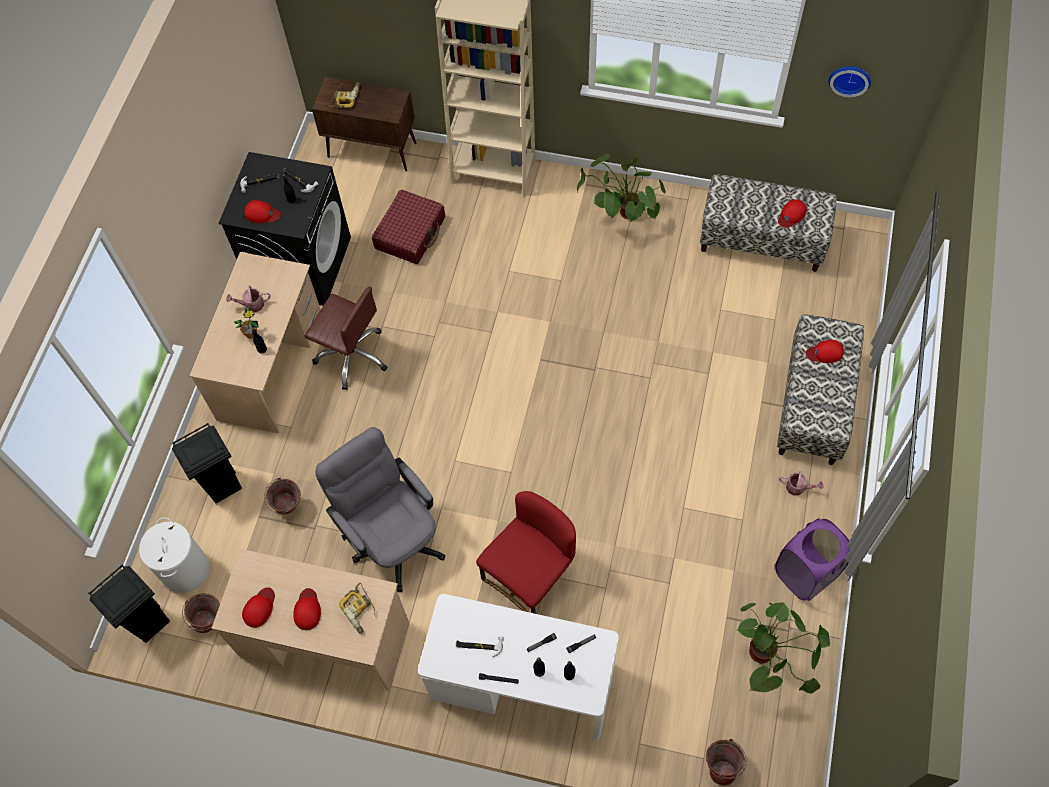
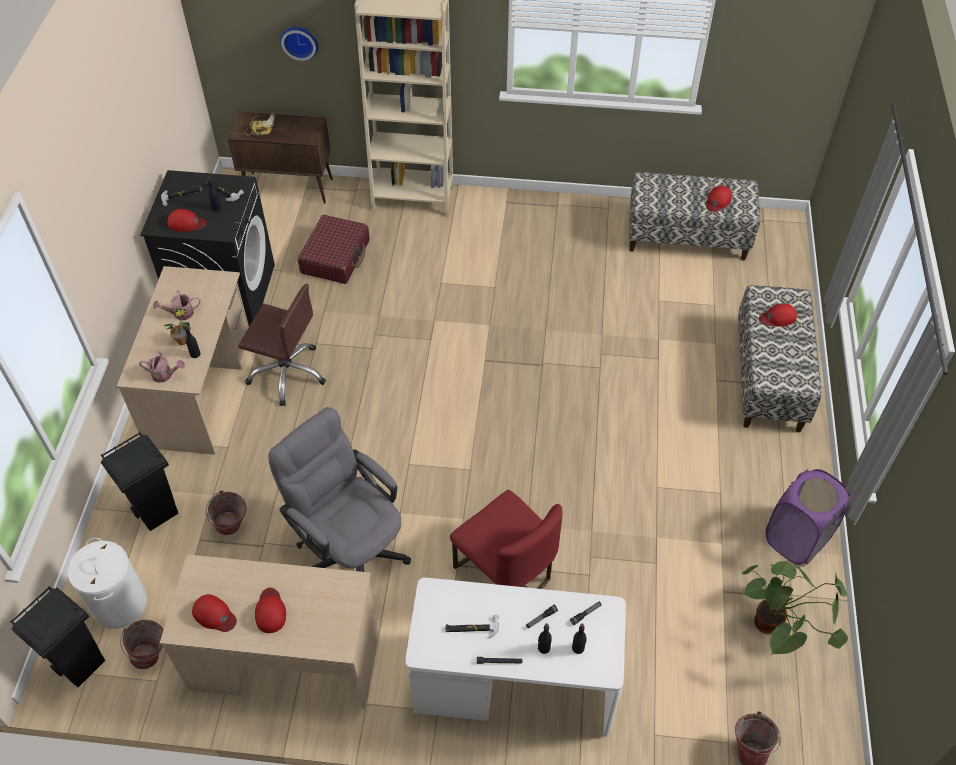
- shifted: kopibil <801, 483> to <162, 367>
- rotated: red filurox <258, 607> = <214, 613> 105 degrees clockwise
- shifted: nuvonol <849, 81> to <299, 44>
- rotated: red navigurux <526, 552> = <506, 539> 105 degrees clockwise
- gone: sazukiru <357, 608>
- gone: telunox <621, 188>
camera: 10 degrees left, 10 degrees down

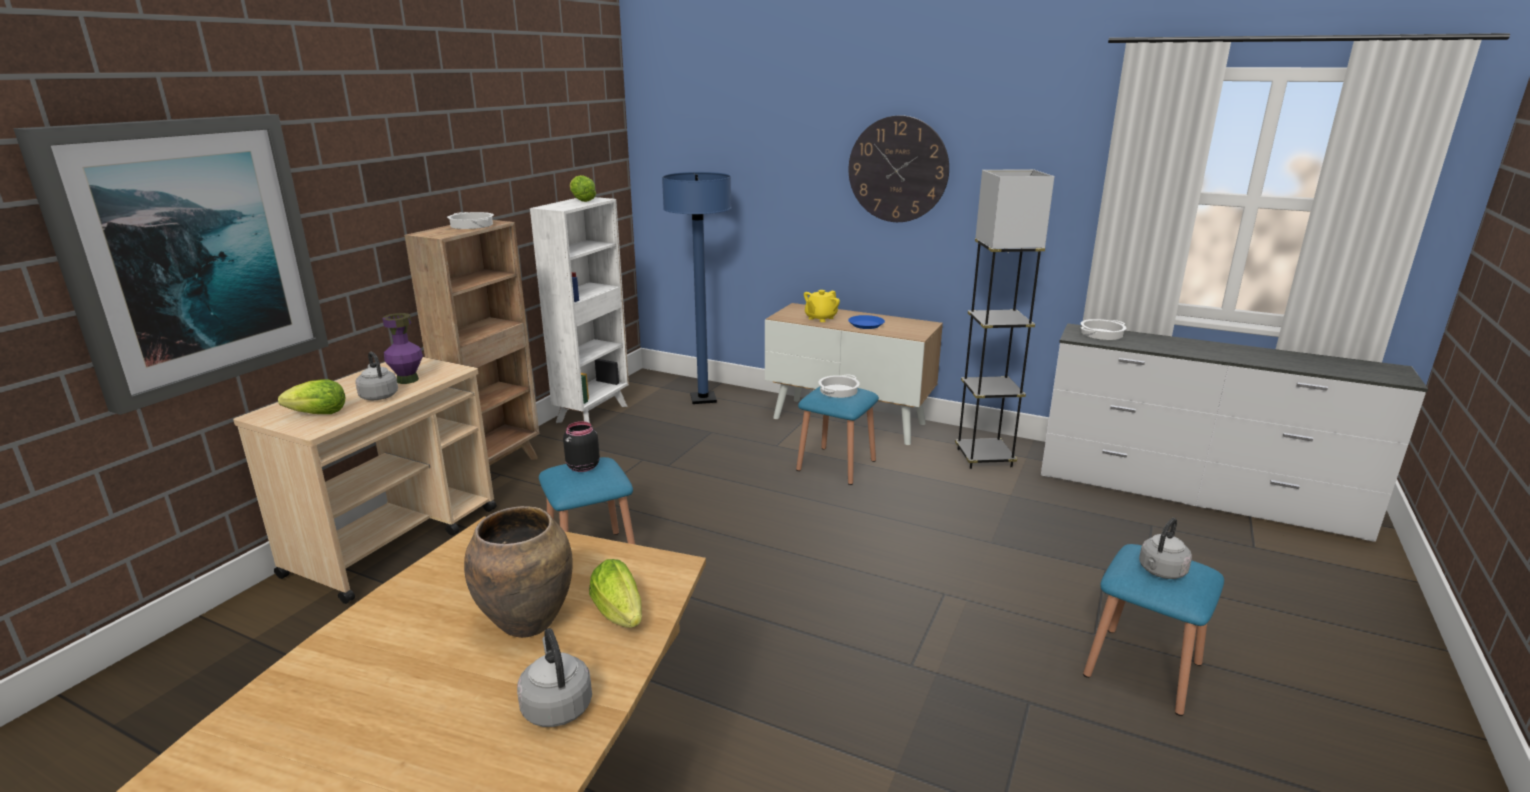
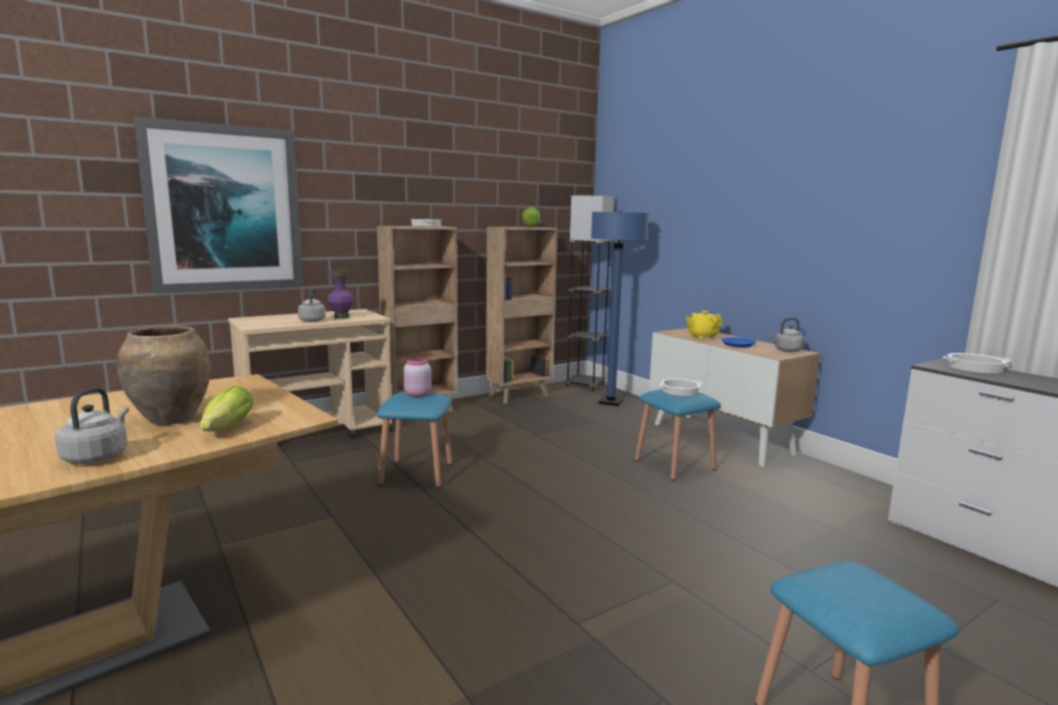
- repainted: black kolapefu <581, 446> to pink kolapefu <417, 377>
- repainted: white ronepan <579, 310> to brown ronepan <522, 315>
- shifted: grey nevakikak <1005, 319> to <589, 293>
- shifted: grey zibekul <1165, 548> to <787, 335>
- gone: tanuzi <312, 396>
- gone: nuvonol <898, 168>
camera: 30 degrees right, 10 degrees down

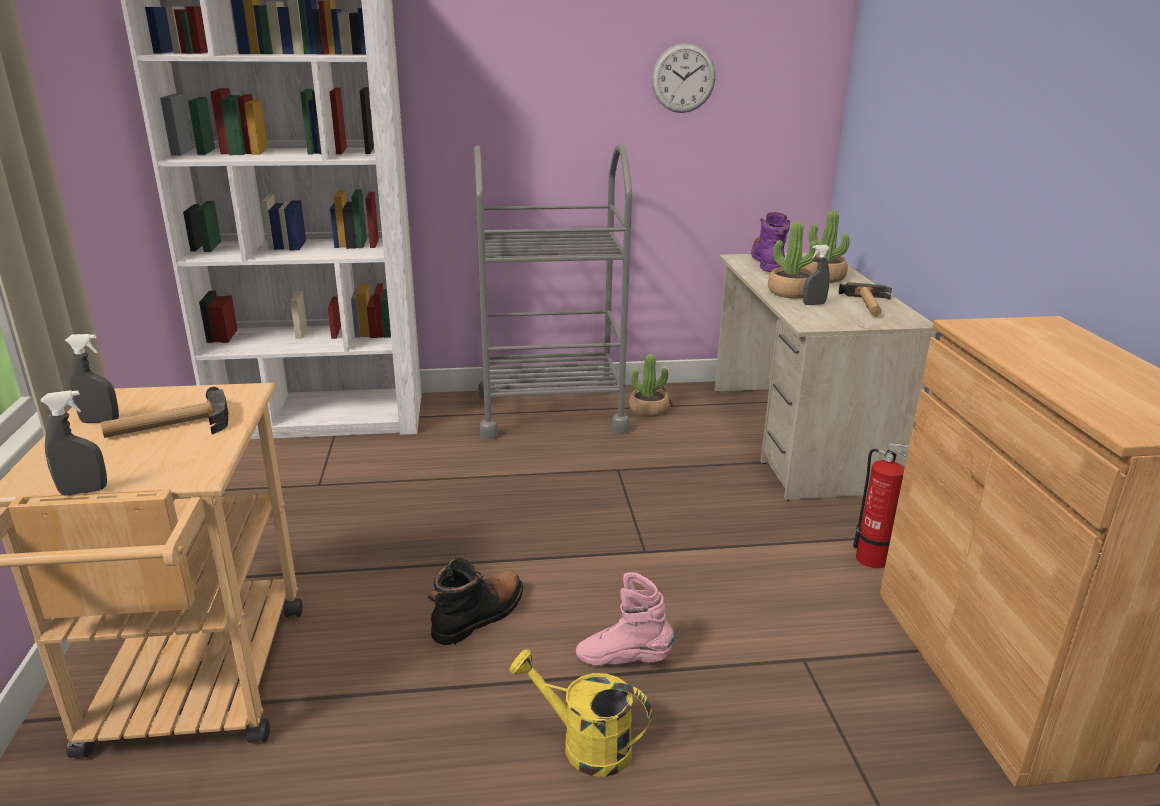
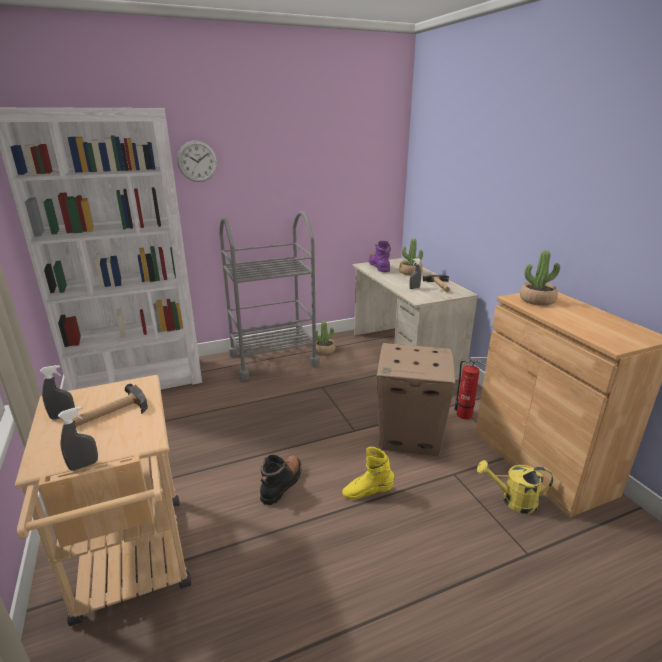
- shifted: nuvonol <683, 78> to <197, 161>
- repainted: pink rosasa <625, 619> to yellow rosasa <368, 473>
- new: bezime <415, 399>
- shifted: yellow kopibil <581, 713> to <515, 487>
- shifted: telunox <792, 260> to <540, 278>
camera: 15 degrees left, 0 degrees up

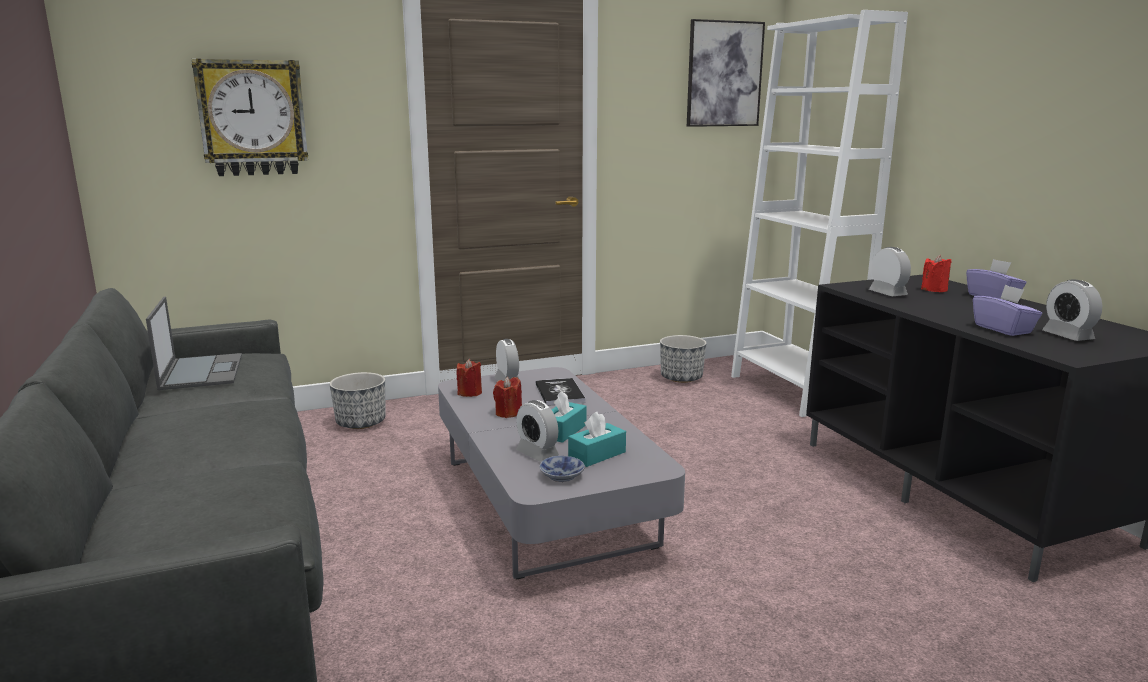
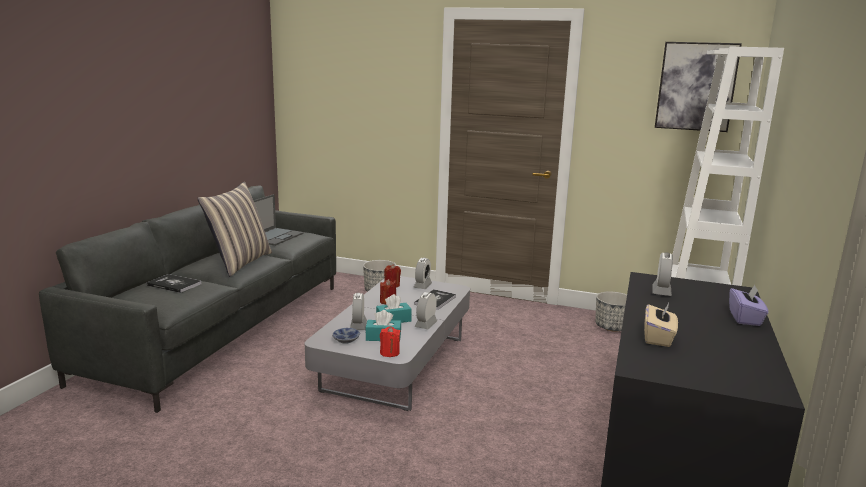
- new: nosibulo <173, 283>
- new: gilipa <234, 229>
- shifted: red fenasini <936, 273> to <390, 341>
- shifted: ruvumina <1072, 310> to <426, 310>
- repainted: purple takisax <1007, 310> to beige takisax <661, 325>
- gone: nuvonol <250, 117>
camera: 40 degrees right, 0 degrees up

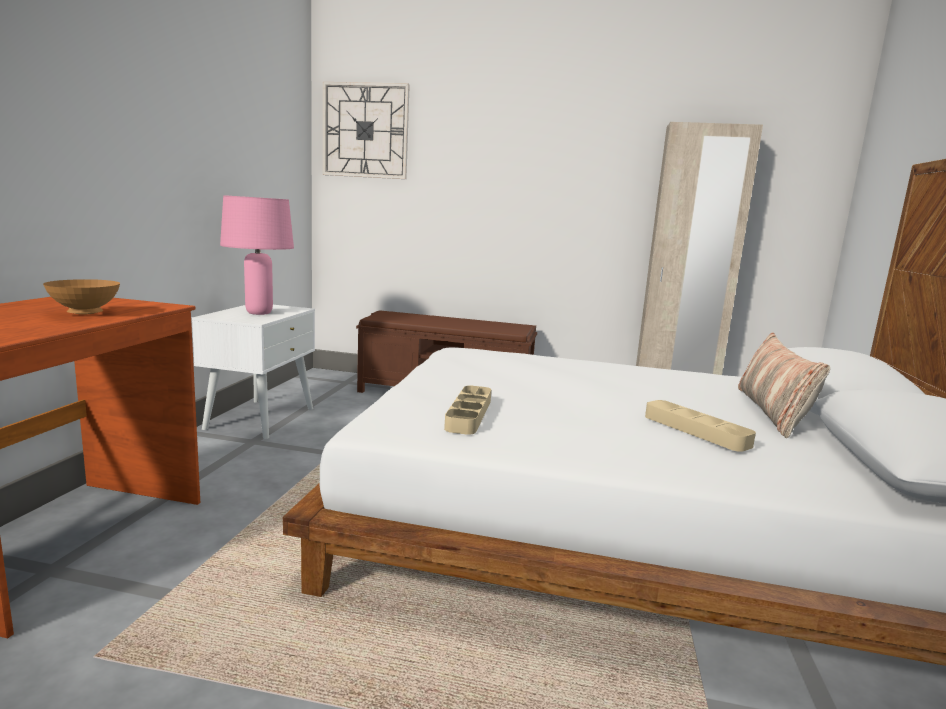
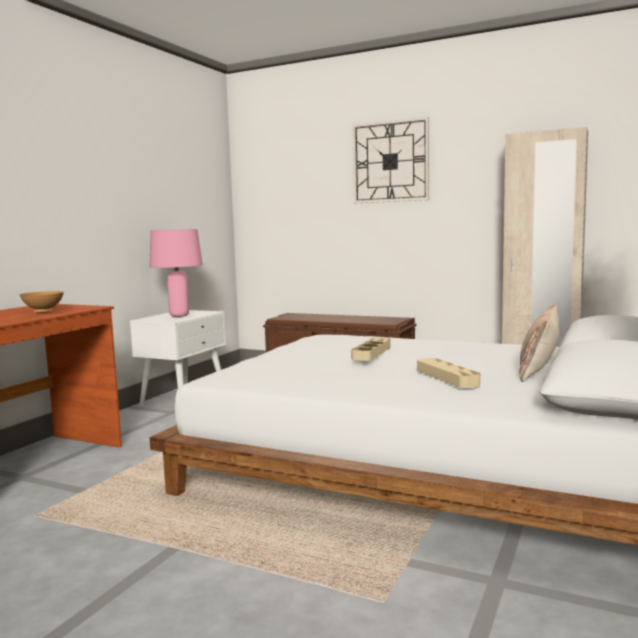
- shifted: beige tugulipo <467, 410> to <371, 349>
- shifted: nuvonol <366, 130> to <390, 160>
camera: 15 degrees right, 5 degrees down

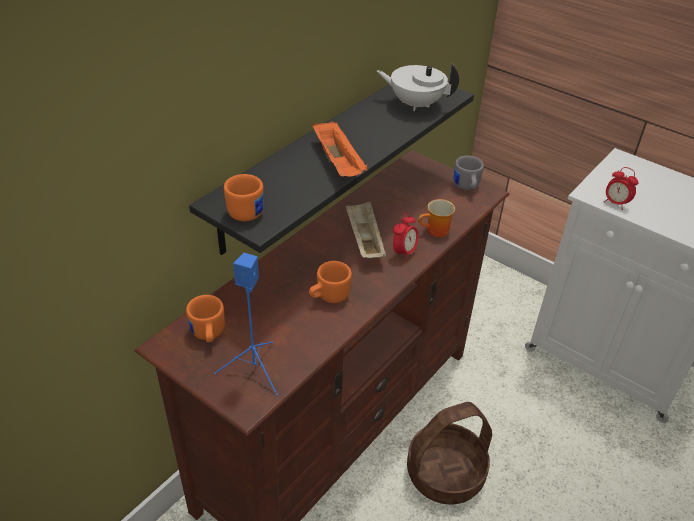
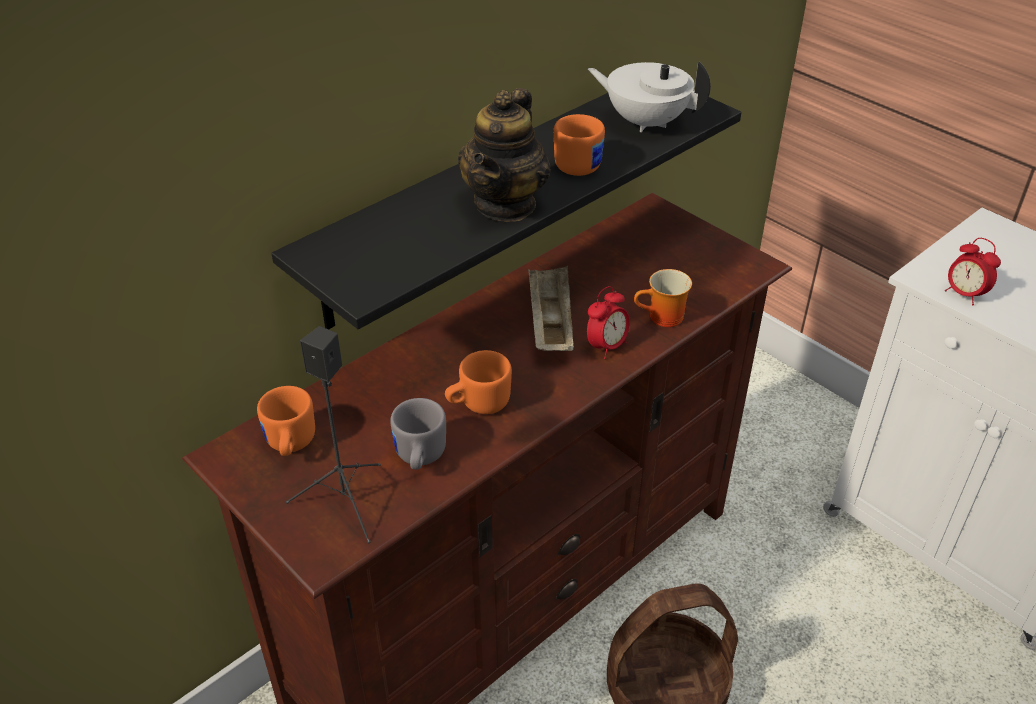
- repainted: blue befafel <246, 324> to black befafel <333, 434>
- shifted: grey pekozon <468, 173> to <418, 433>
- swapped: orange tugulipo <340, 149> to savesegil <504, 155>
- shifted: orange pekozon <244, 197> to <579, 145>
camera: 10 degrees right, 0 degrees up

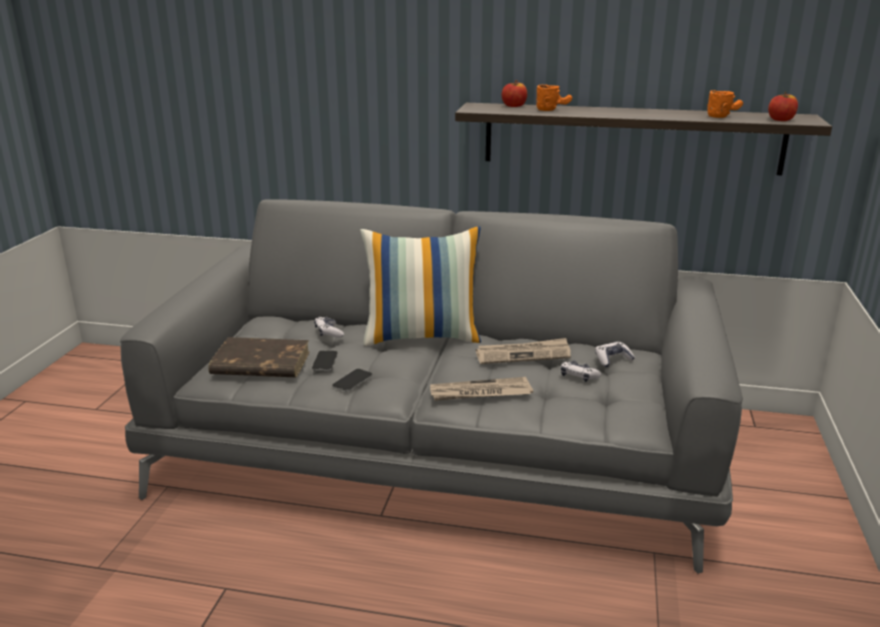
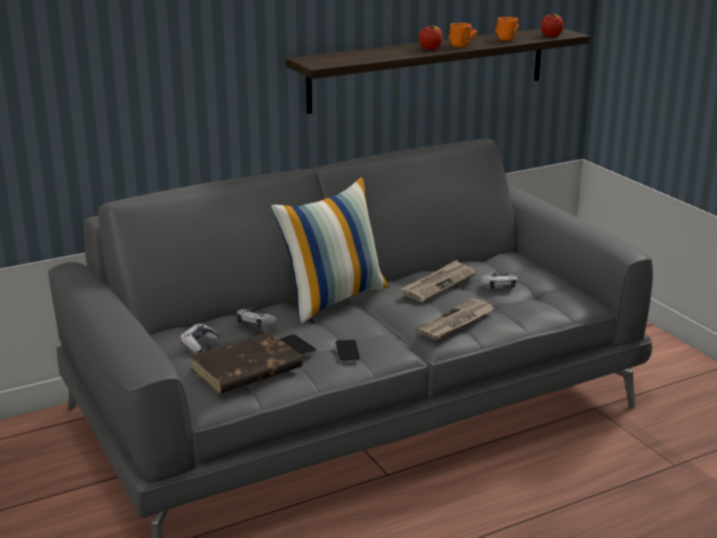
- shifted: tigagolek <615, 354> to <199, 338>
- shifted: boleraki <514, 93> to <430, 37>
- shifted: orange pekozon <554, 98> to <462, 35>
camera: 40 degrees left, 0 degrees up

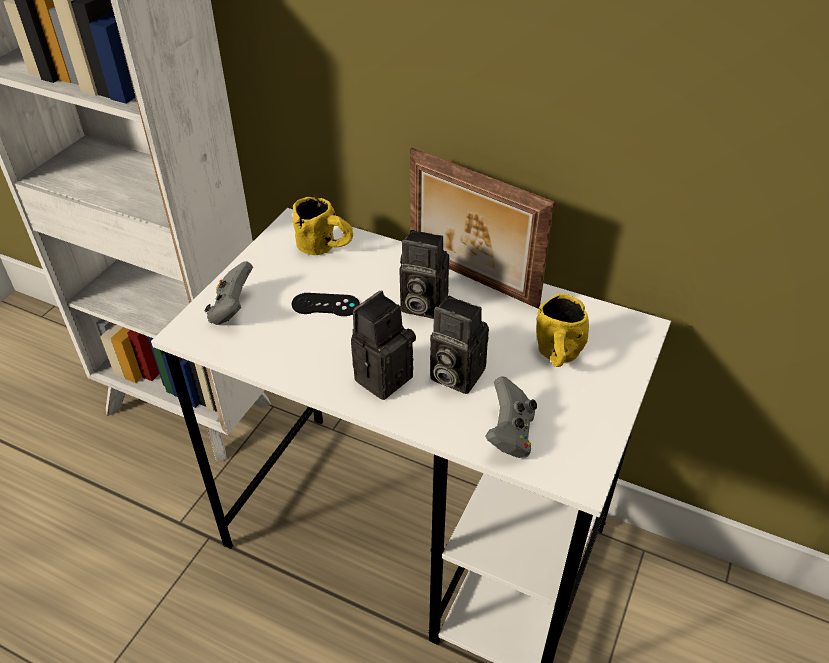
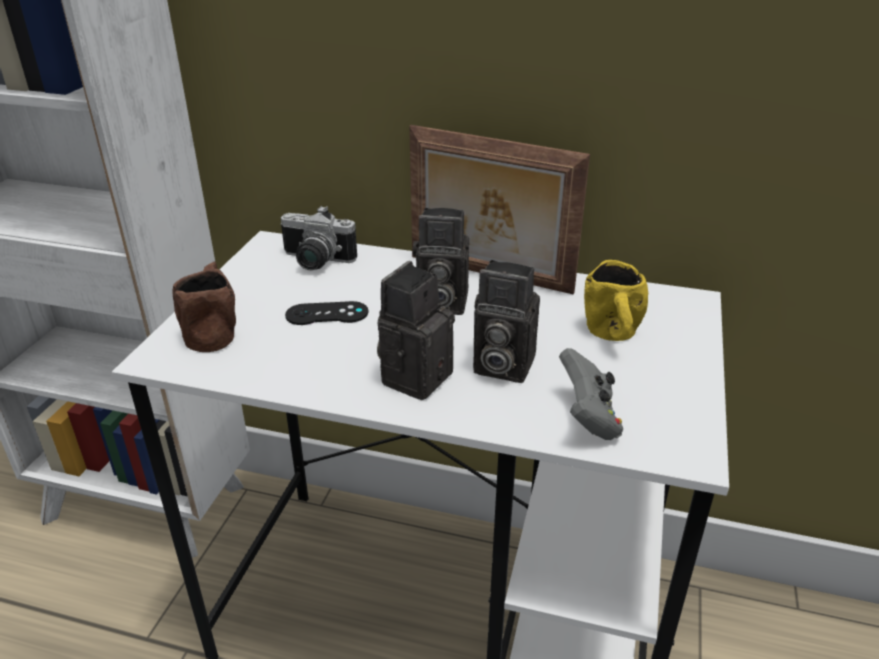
- swapped: grey tigagolek <229, 293> to brown pekozon <204, 307>
- swapped: yellow pekozon <323, 226> to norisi <318, 238>
camera: 10 degrees left, 10 degrees down

